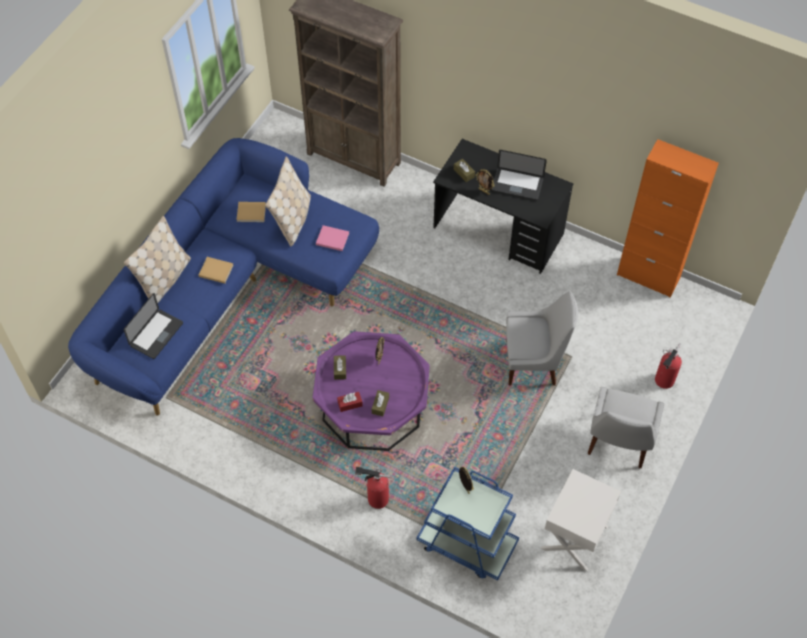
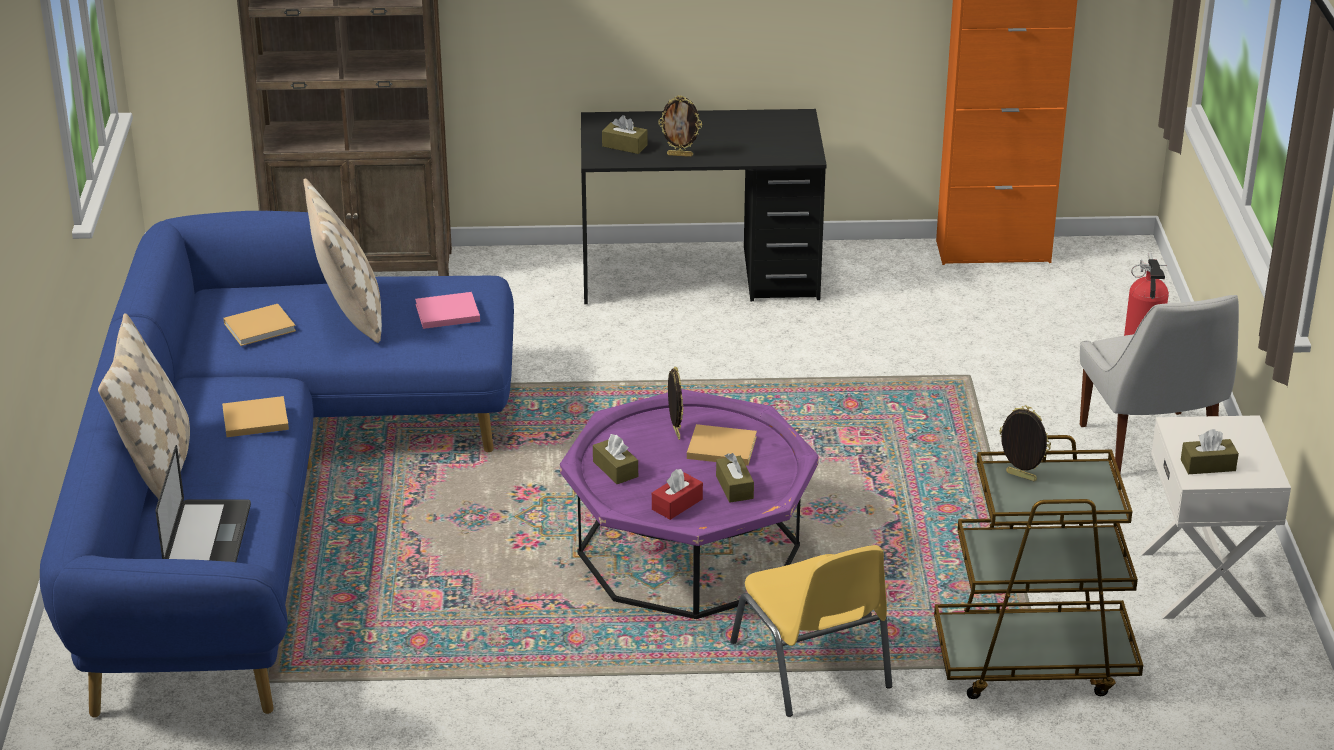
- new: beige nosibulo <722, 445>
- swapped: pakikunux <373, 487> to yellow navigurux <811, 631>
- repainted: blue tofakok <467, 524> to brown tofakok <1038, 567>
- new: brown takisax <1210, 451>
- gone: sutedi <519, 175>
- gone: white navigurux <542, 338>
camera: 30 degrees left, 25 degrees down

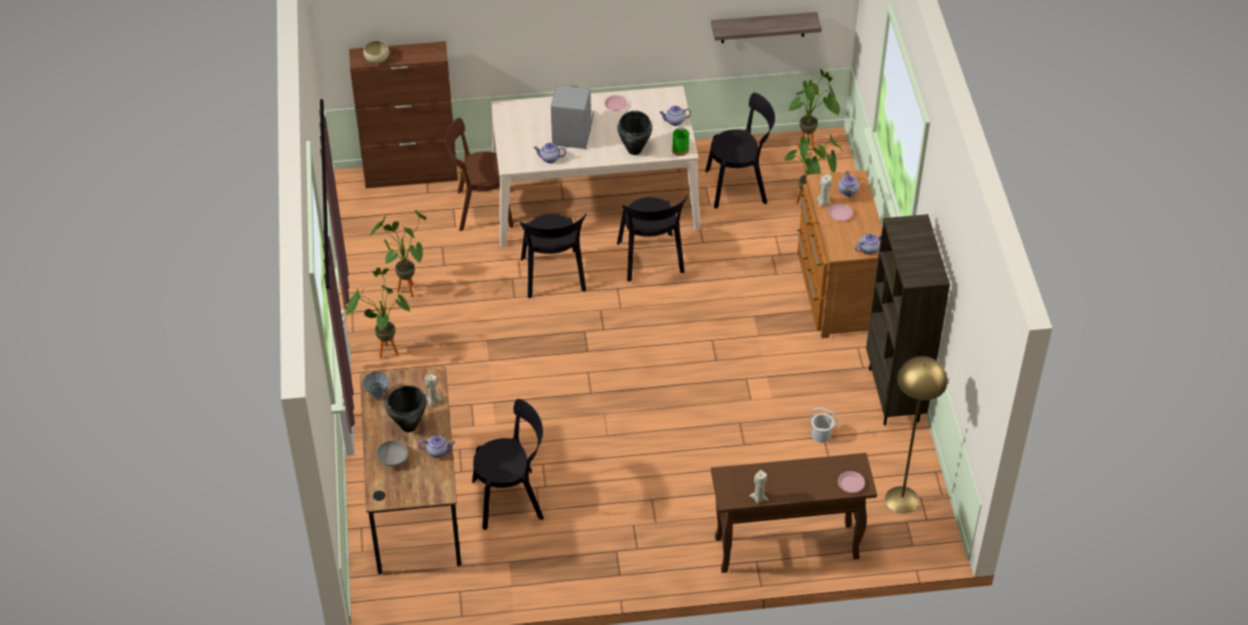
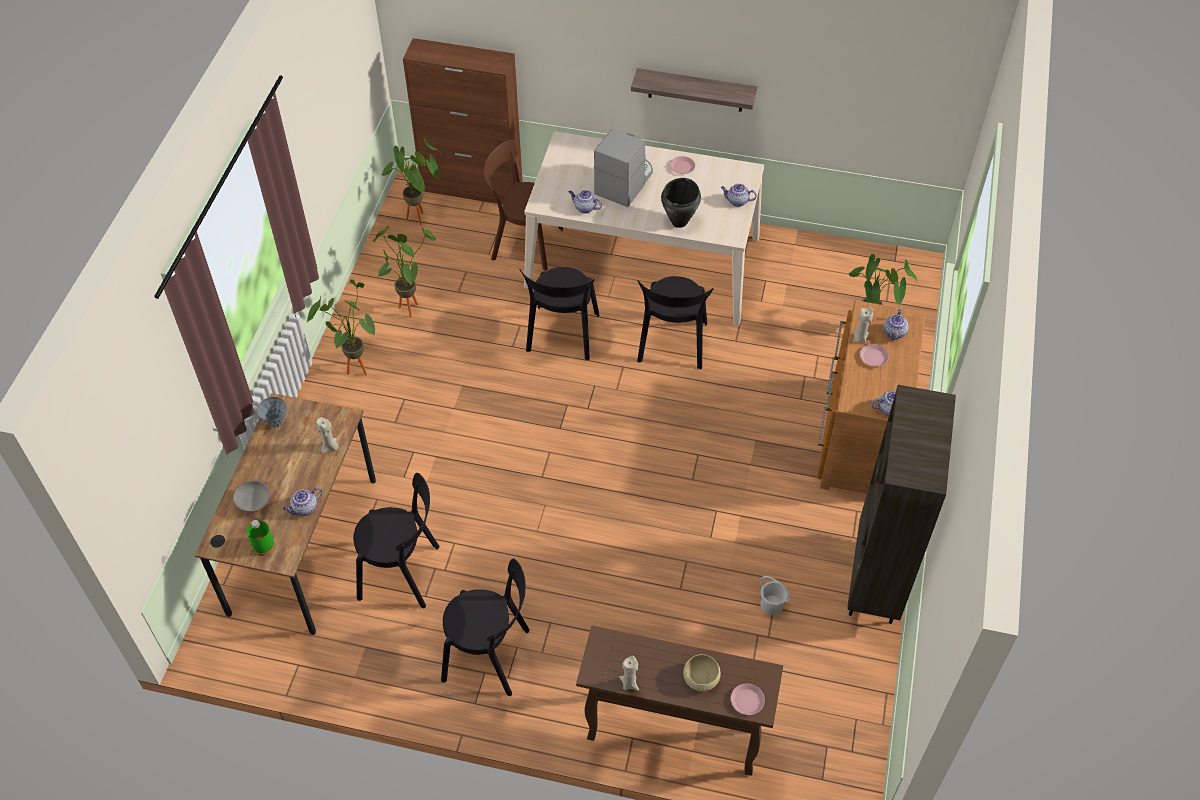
- shifted: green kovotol <680, 140> to <261, 538>
- rotated: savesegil <436, 446> = <302, 501> 120 degrees clockwise
- shifted: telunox <814, 110> to <411, 181>
- shifted: black navigurux <740, 150> to <485, 627>
- shifted: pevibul <766, 27> to <694, 90>
- shifted: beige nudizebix <376, 51> to <702, 672>
- gone: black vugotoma <406, 408>
- gone: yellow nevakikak <916, 435>
camera: 20 degrees right, 5 degrees up

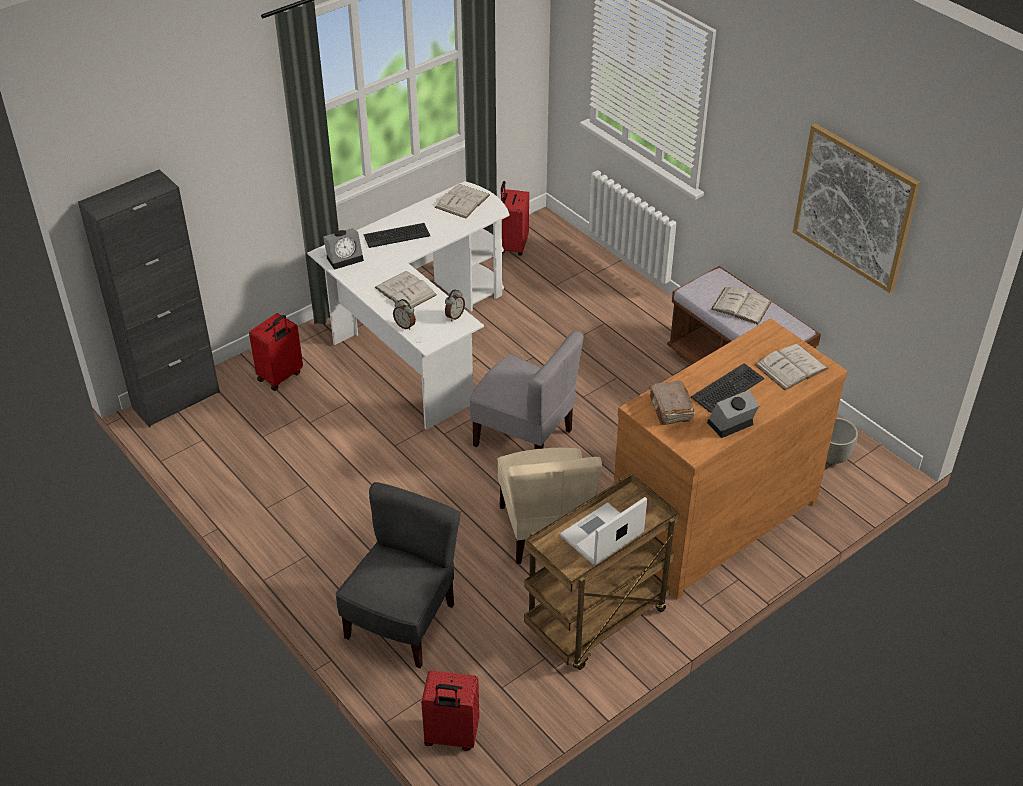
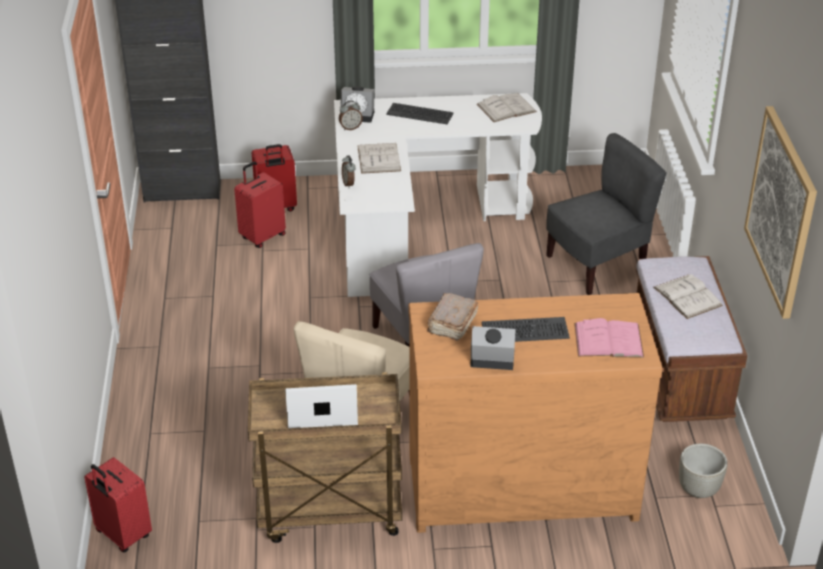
- shifted: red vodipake <515, 218> to <260, 204>
- shifted: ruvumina <455, 305> to <351, 115>
- shifted: grey navigurux <398, 575> to <606, 214>
- repainted: white nosibulo <791, 366> to pink nosibulo <609, 338>
camera: 35 degrees right, 5 degrees down

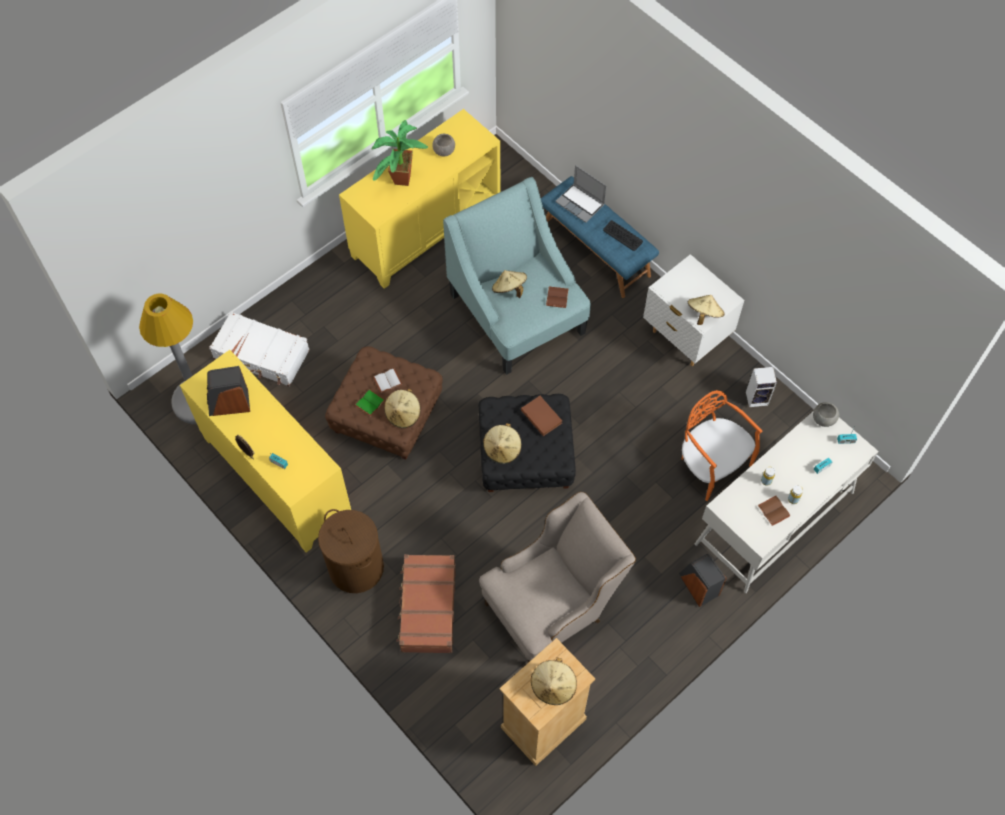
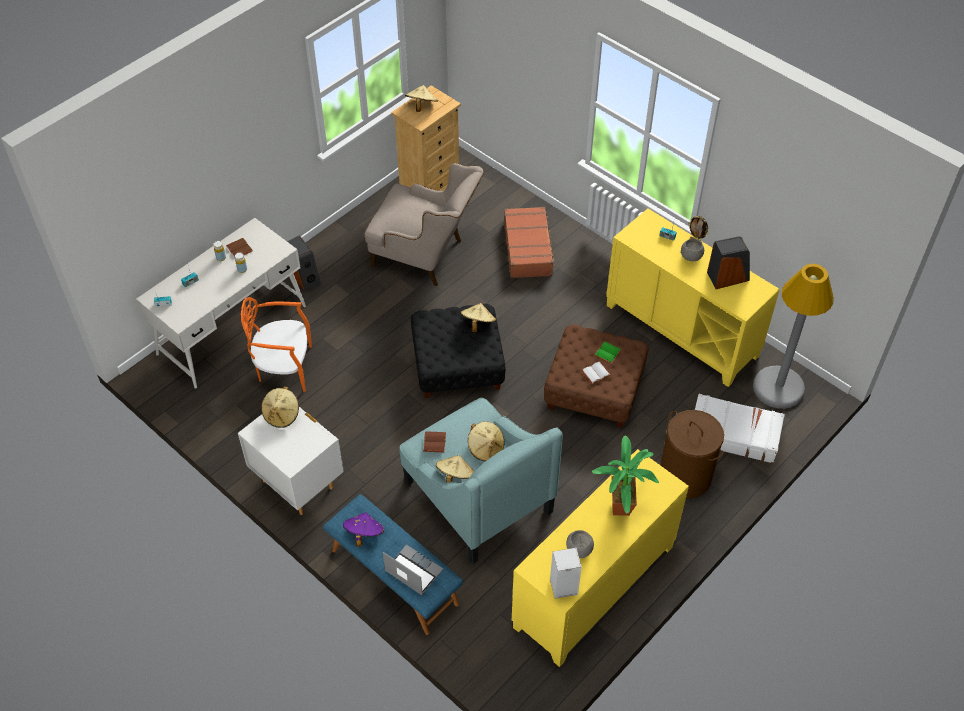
- rotated: orange navigurux <722, 445> = <276, 344> 135 degrees clockwise
- swapped: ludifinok <623, 235> to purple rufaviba <363, 529>
- rotated: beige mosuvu <557, 577> = <424, 224> 120 degrees counterclockwise
- shifted: beige rufaviba <402, 408> to <455, 468>
- shifted: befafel <761, 387> to <566, 573>
- shifted: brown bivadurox <351, 551> to <692, 454>
- shifted: grey nudizebix <826, 414> to <692, 250>
- gone: brown nosibulo <541, 416>
camera: 175 degrees right, 10 degrees down

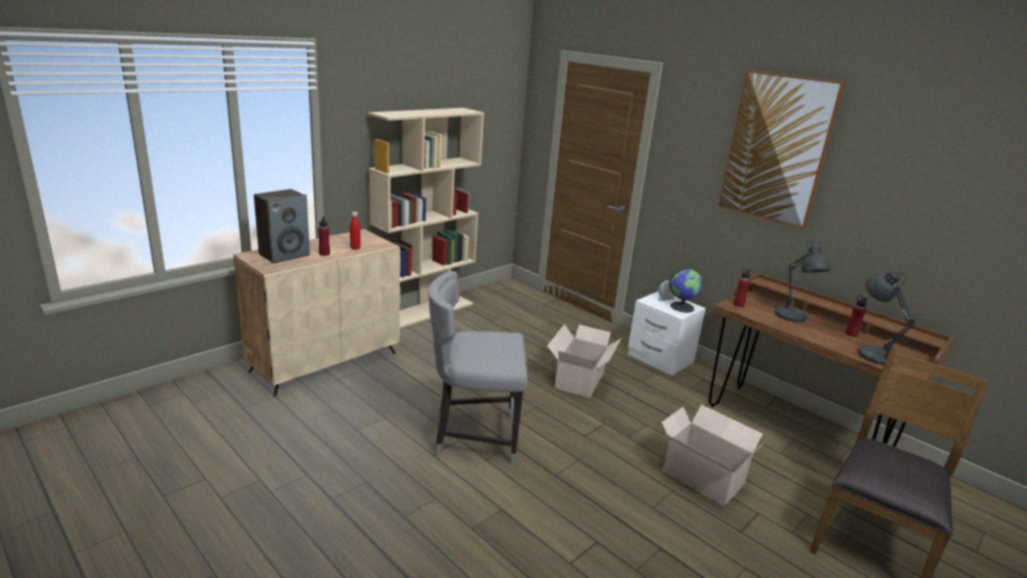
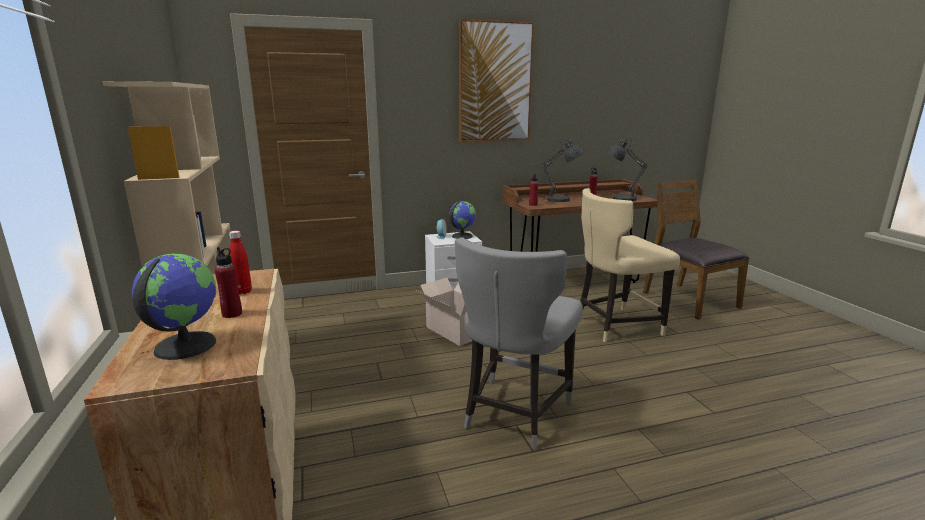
- swapped: befafel <282, 226> to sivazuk <174, 307>
- swapped: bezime <712, 455> to beige navigurux <630, 265>
camera: 60 degrees left, 5 degrees down

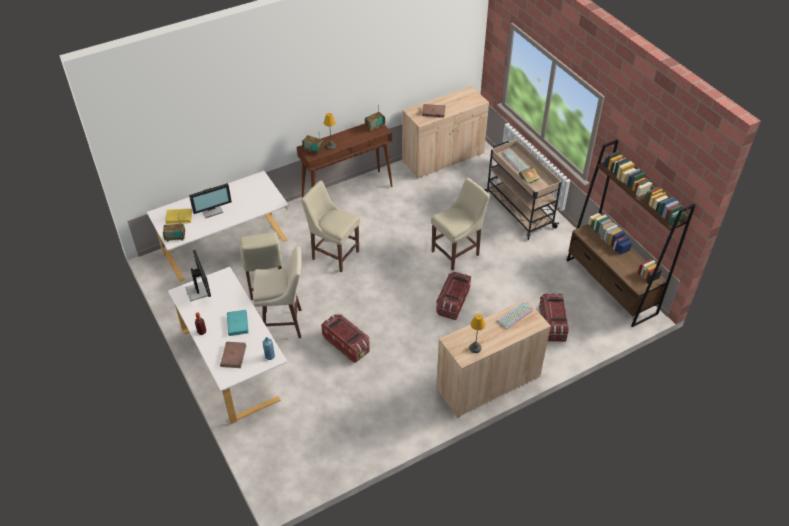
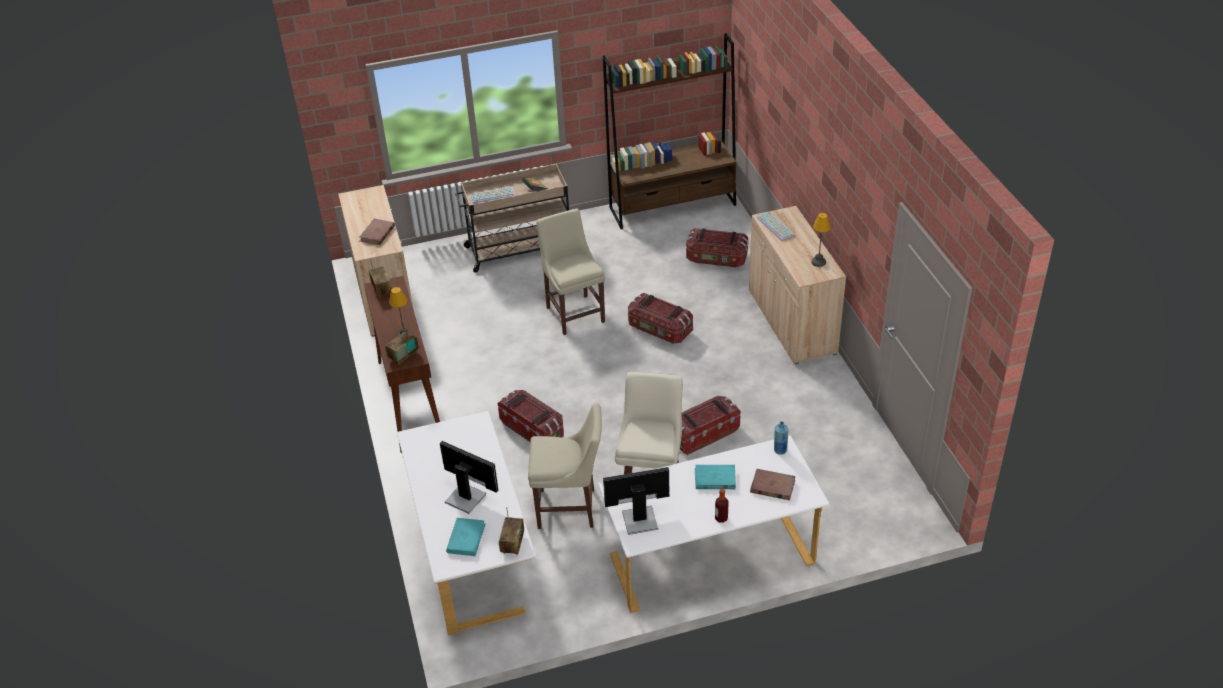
- rotated: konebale <210, 200> = <469, 477> 45 degrees counterclockwise
- repainted: yellow nosibulo <178, 216> to turquoise nosibulo <465, 537>
- swapped: beige navigurux <330, 226> to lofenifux <531, 416>
camera: 75 degrees left, 5 degrees down

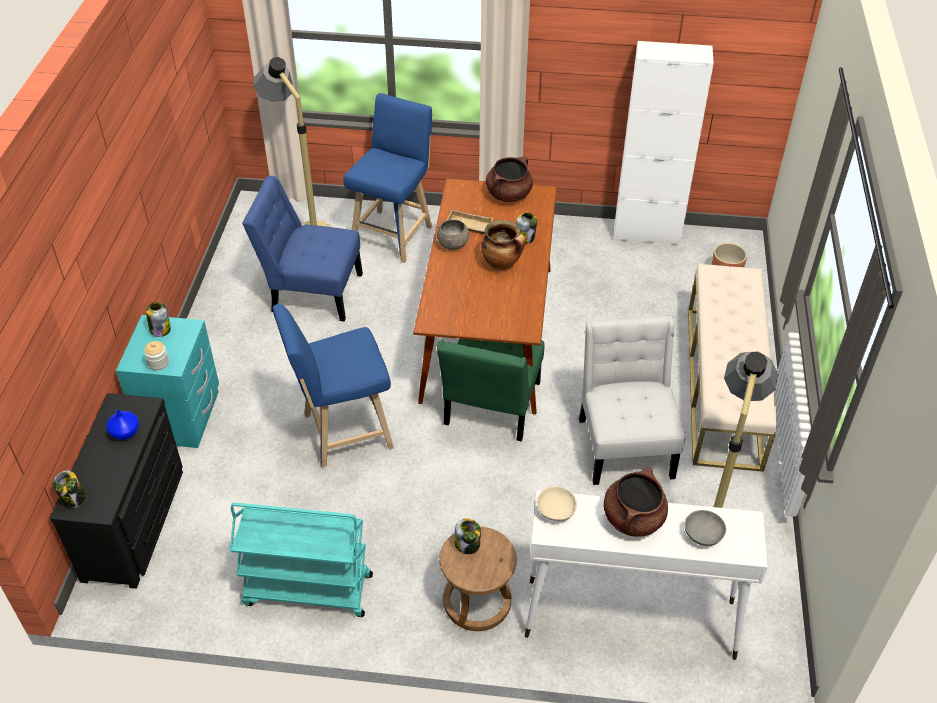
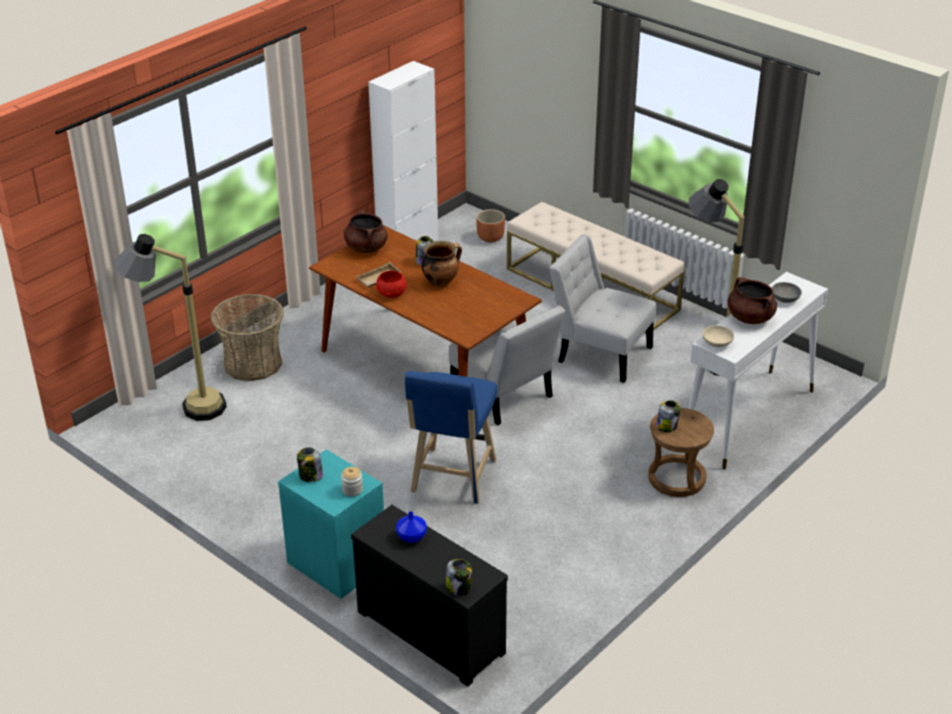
- swapped: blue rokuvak <387, 178> to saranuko <247, 337>
- repainted: grey nudizebix <453, 234> to red nudizebix <391, 284>
- repainted: green navigurux <491, 390> to white navigurux <507, 365>
- gone: turquoise tofakok <301, 560>
- gone: blue navigurux <302, 249>
camera: 55 degrees left, 10 degrees down

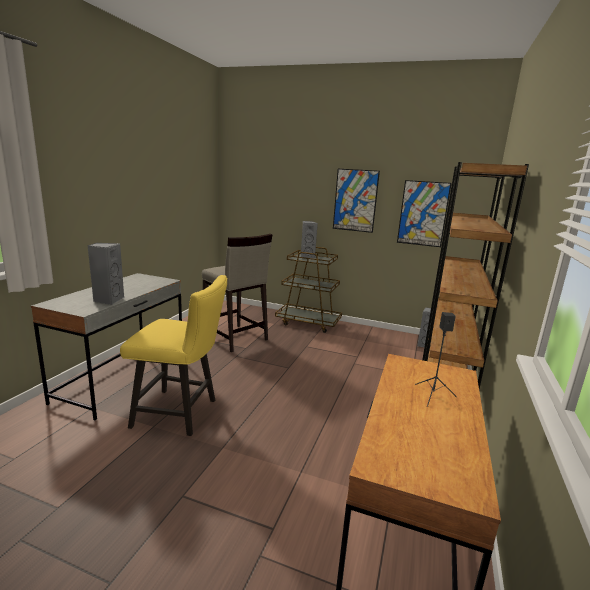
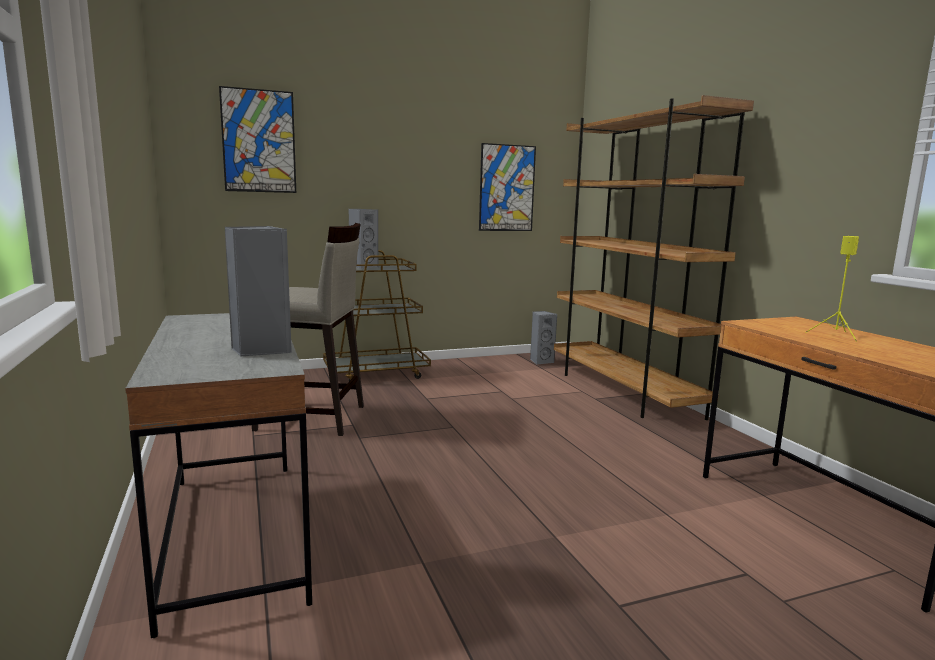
- shifted: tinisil <356, 201> to <257, 139>
- repainted: black befafel <436, 359> to yellow befafel <832, 288>
- gone: yellow navigurux <173, 355>
camera: 40 degrees left, 5 degrees down

